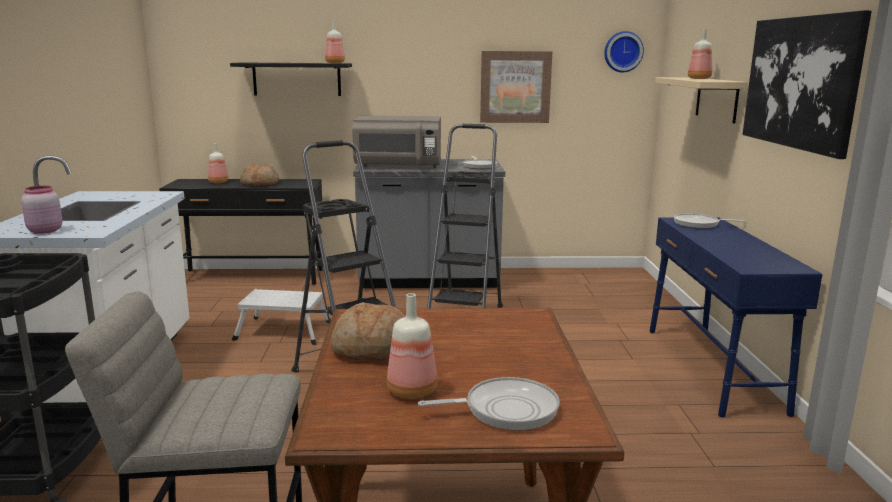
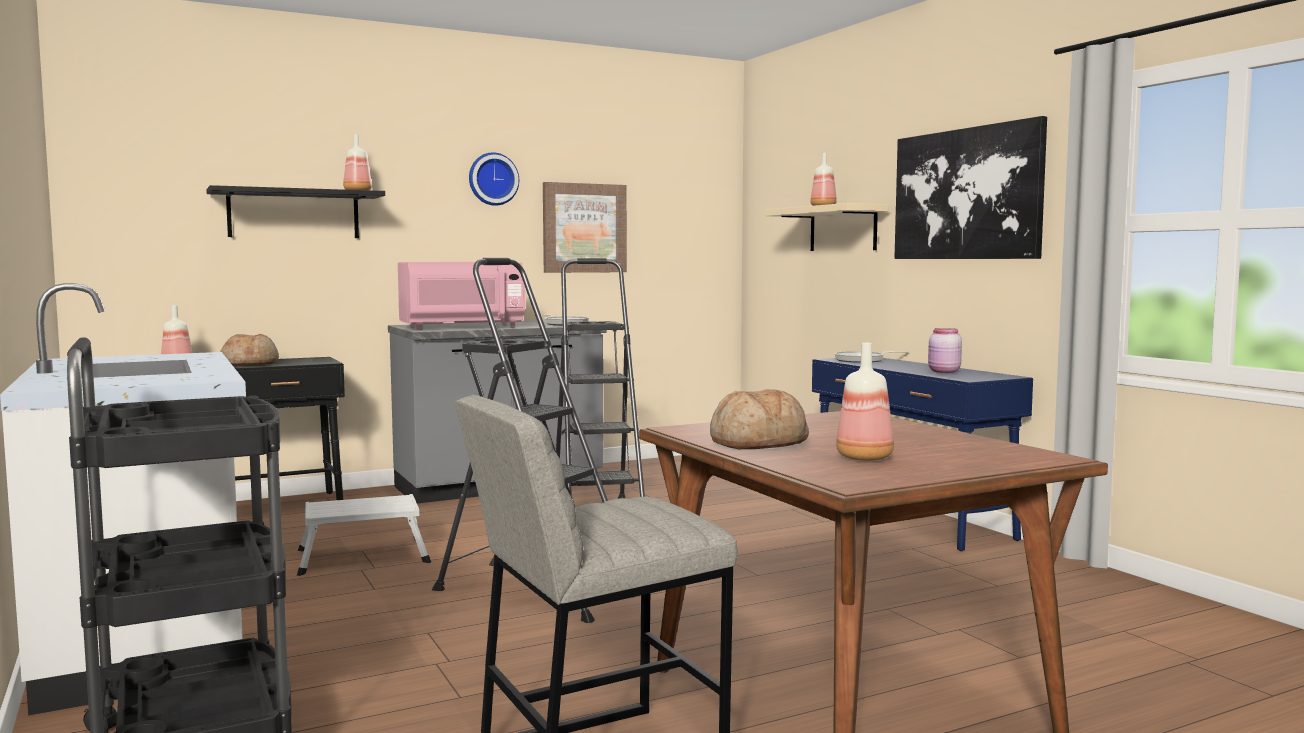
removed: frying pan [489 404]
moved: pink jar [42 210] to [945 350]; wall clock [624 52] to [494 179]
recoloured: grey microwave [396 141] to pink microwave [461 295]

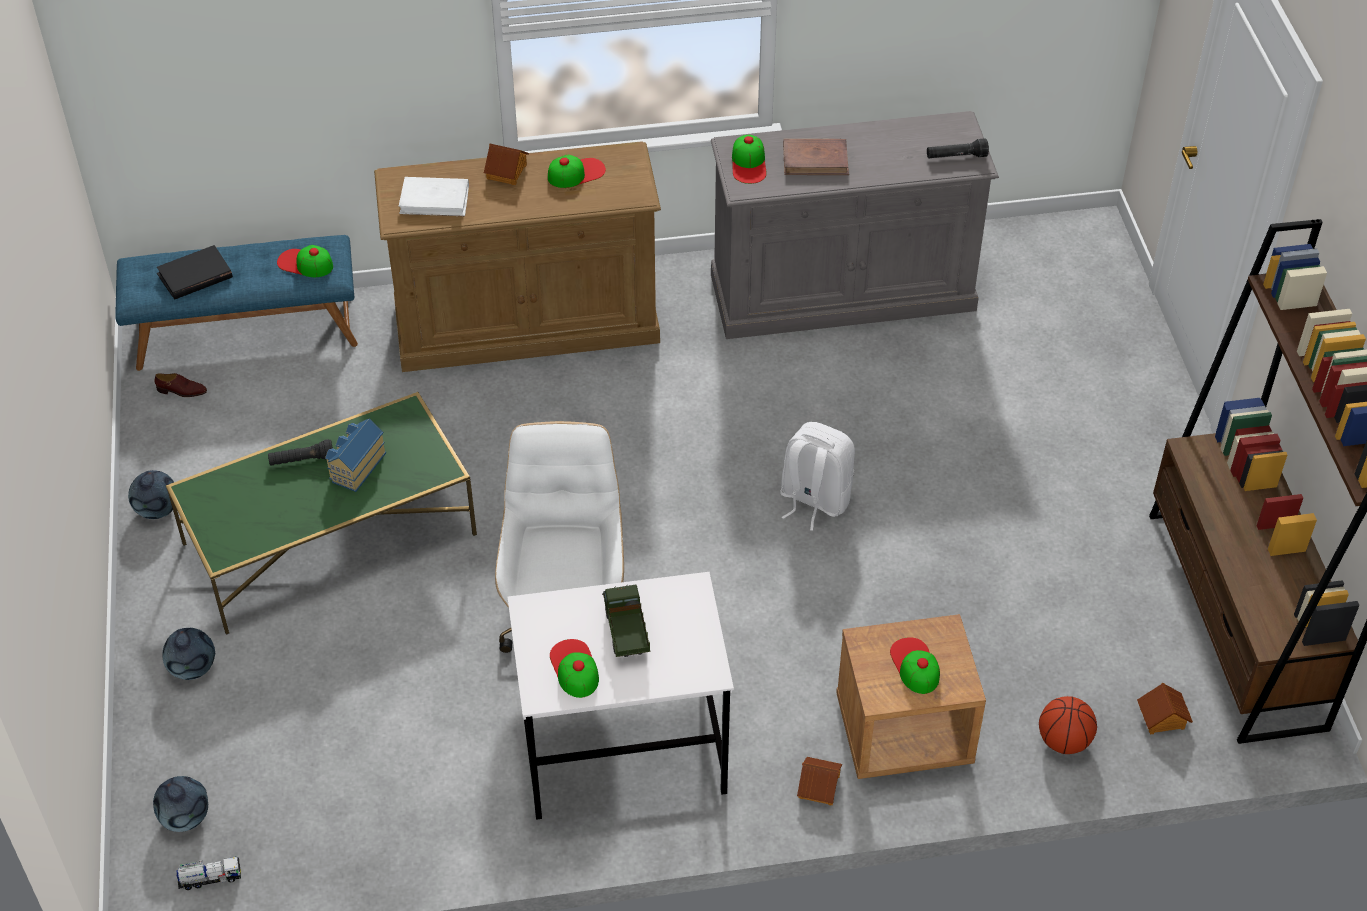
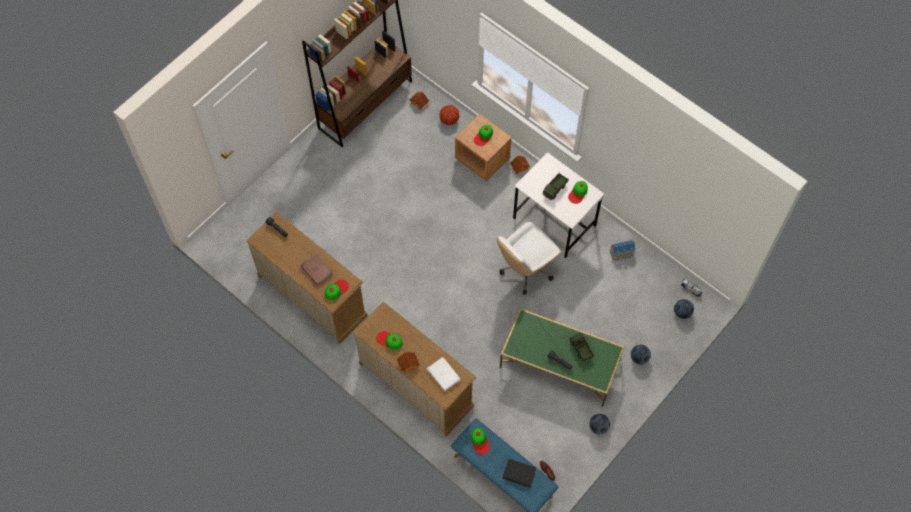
removed: white backpack [817 476]
added: toy truck [581 347]
moved: toy house [355 455] to [623 250]
recoloured: grey cabinet [855 225] to brown cabinet [306 278]

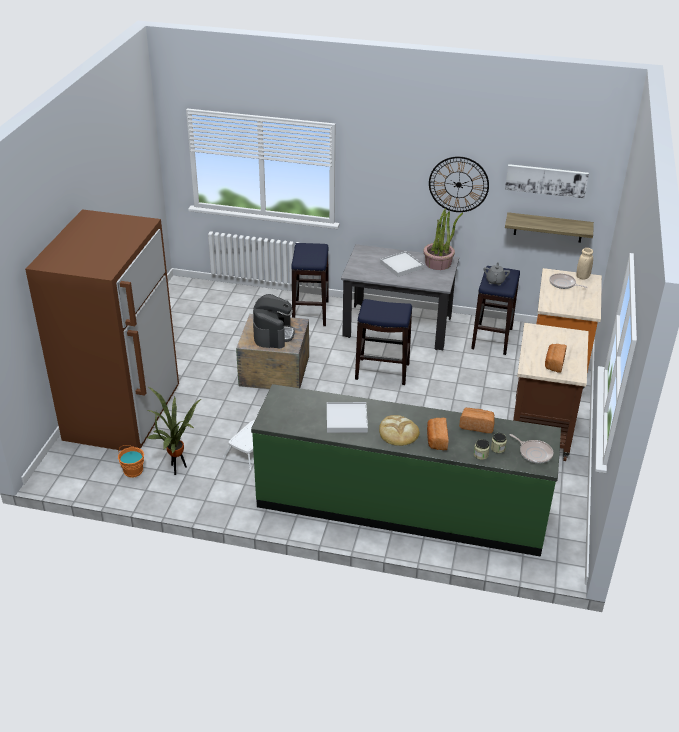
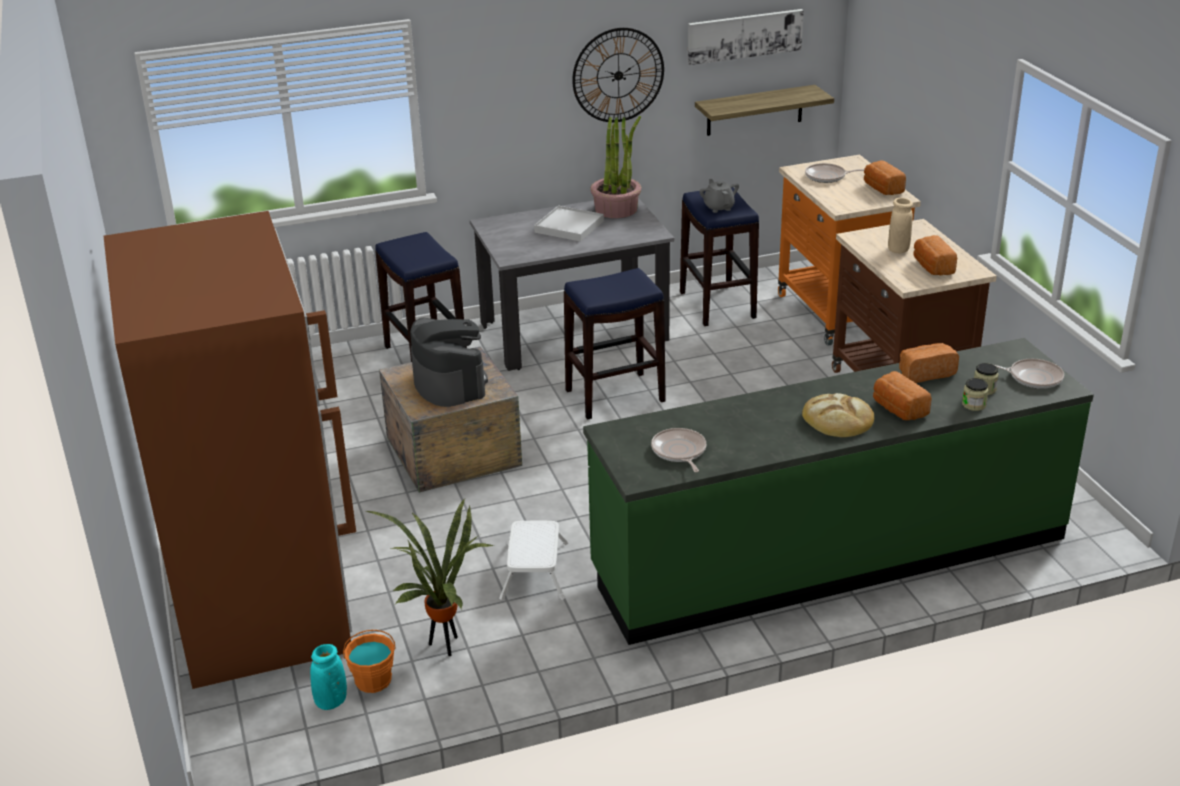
removed: white tray [347 417]
added: turquoise vase [328 677]; frying pan [678 450]; bread [885 177]
moved: beige vase [584 263] to [900 225]

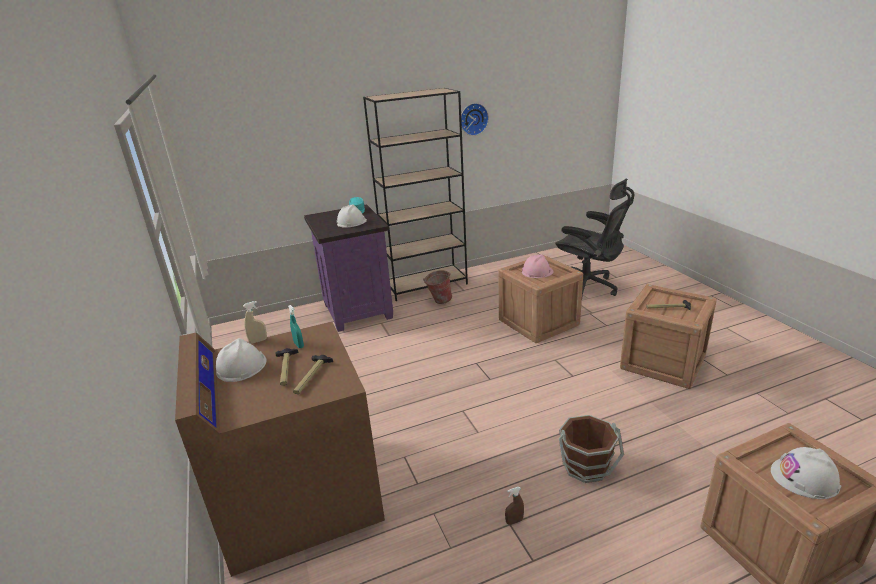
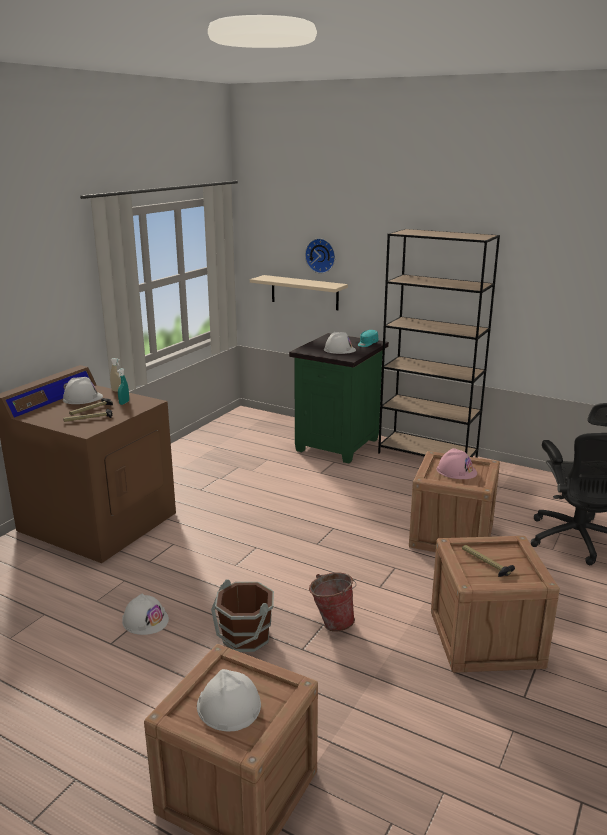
added: beige shelf [299 292]
moved: bucket [437 287] to [332 602]; wall clock [475 119] to [320 255]
replaced: brown spray bottle [514 506] to white hard hat [145 614]
recoloured: purple cabinet [348 268] to green cabinet [339 398]

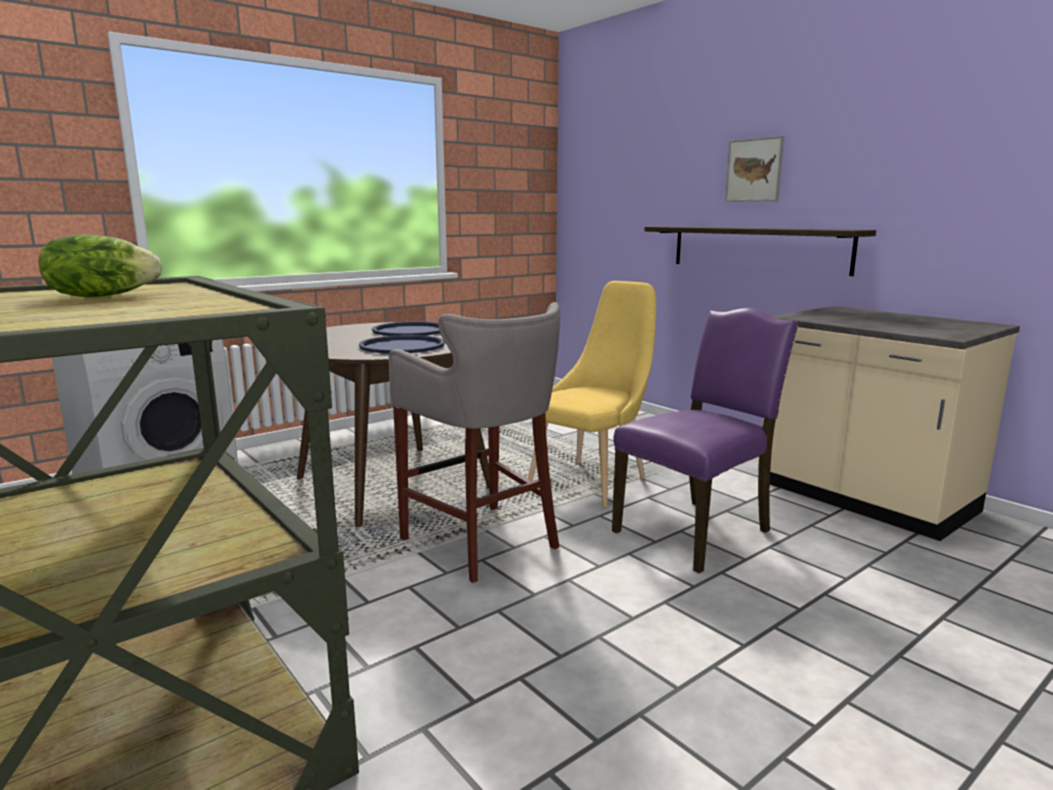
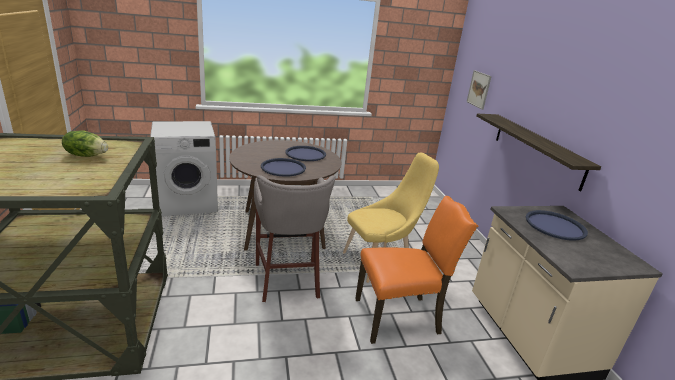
added: blue tray [557 225]
moved: picture [754 169] to [479 90]
recoloured: purple chair [705 440] to orange chair [416 270]

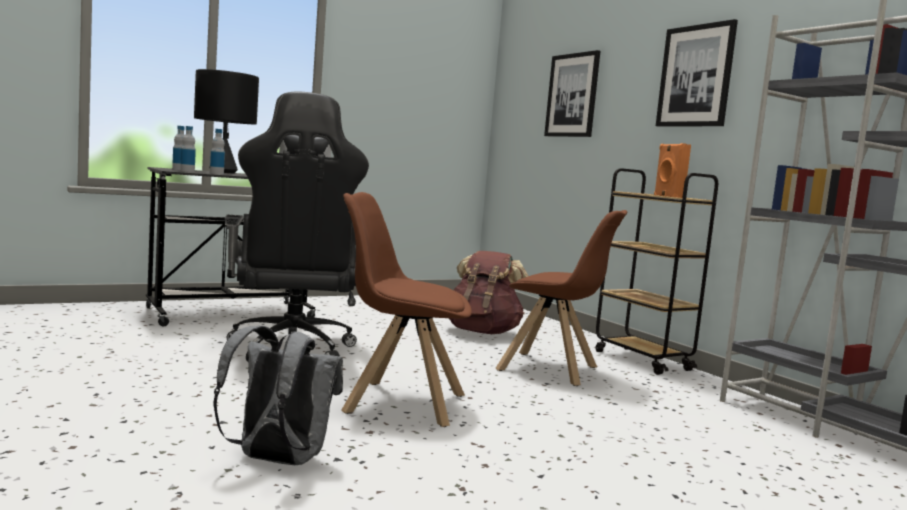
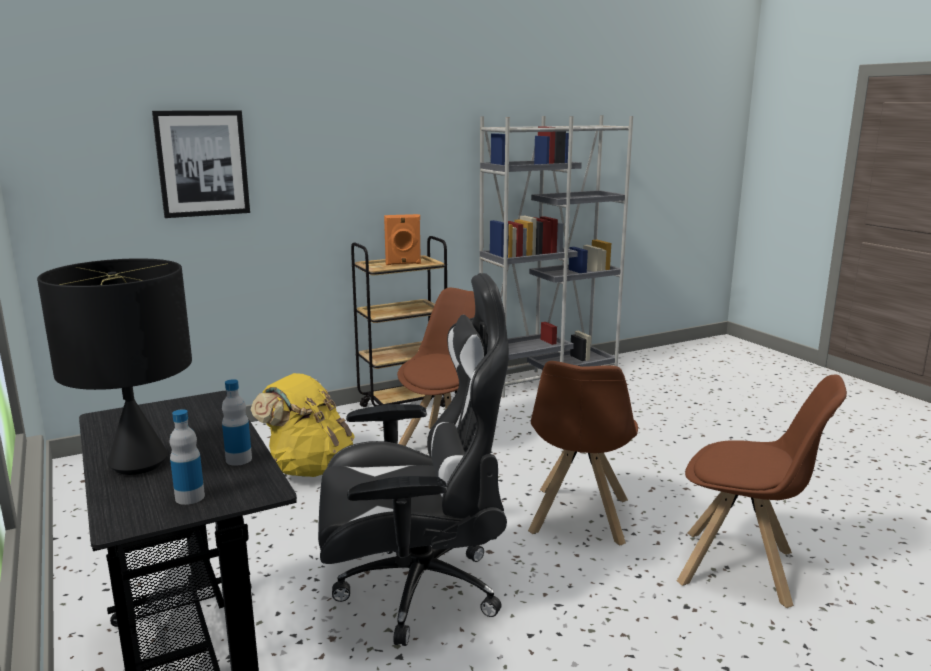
removed: bottle [188 149]; picture [697 73]
replaced: grey backpack [278 395] to brown chair [762 491]
recoloured: brown backpack [488 292] to yellow backpack [303 425]

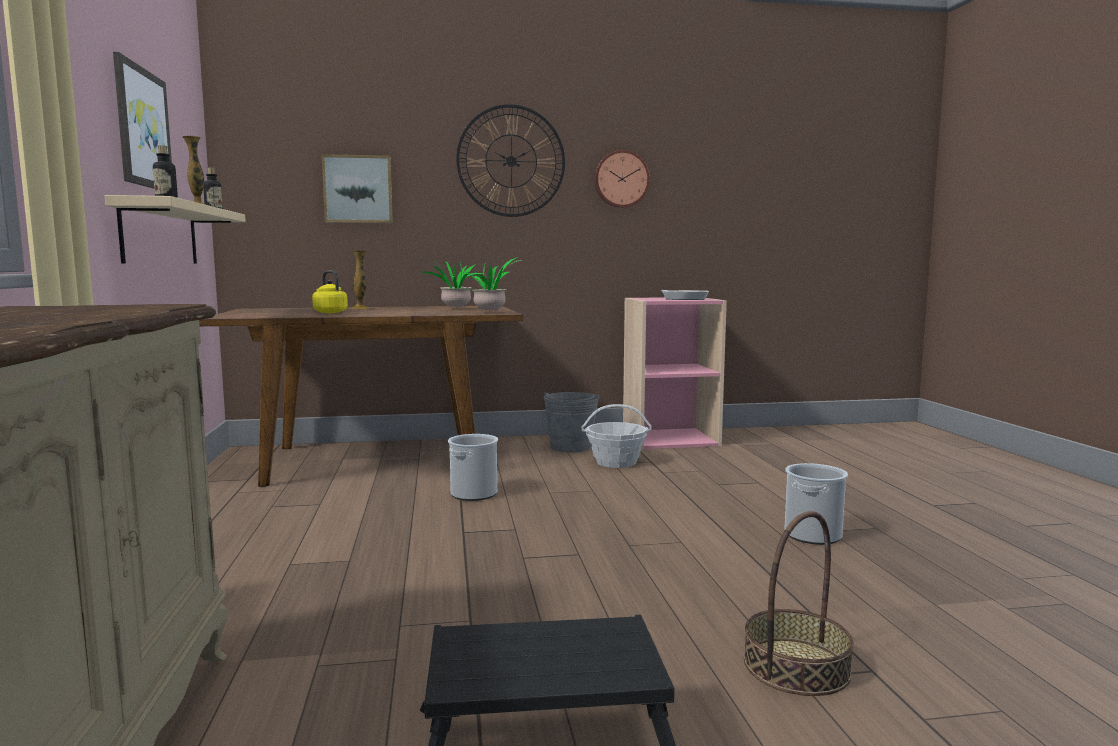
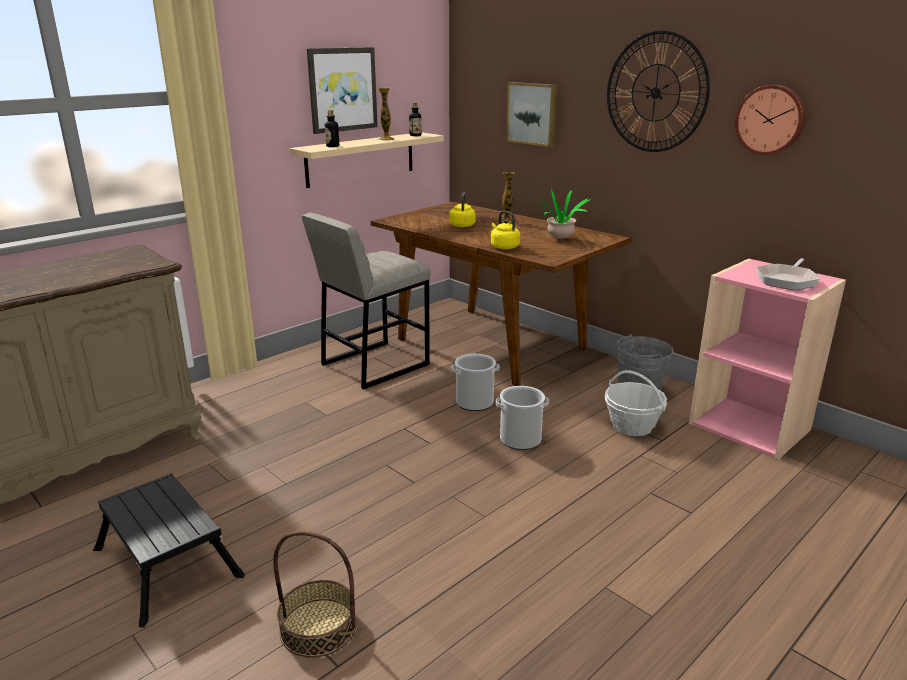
removed: potted plant [492 284]
added: grey chair [366 301]; yellow kettle [505 230]
moved: bucket [816 504] to [522 418]

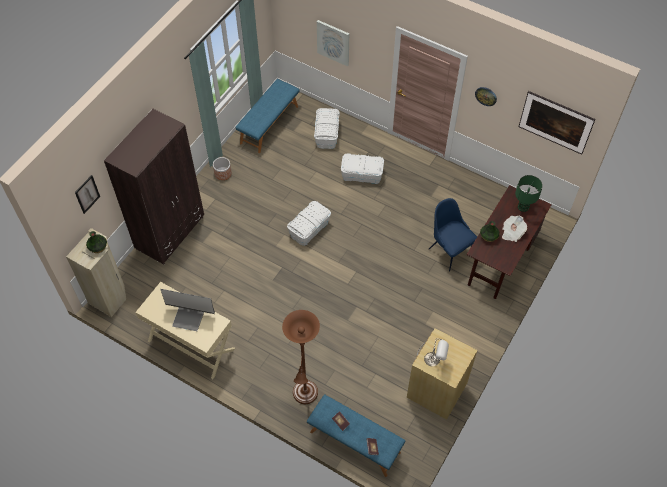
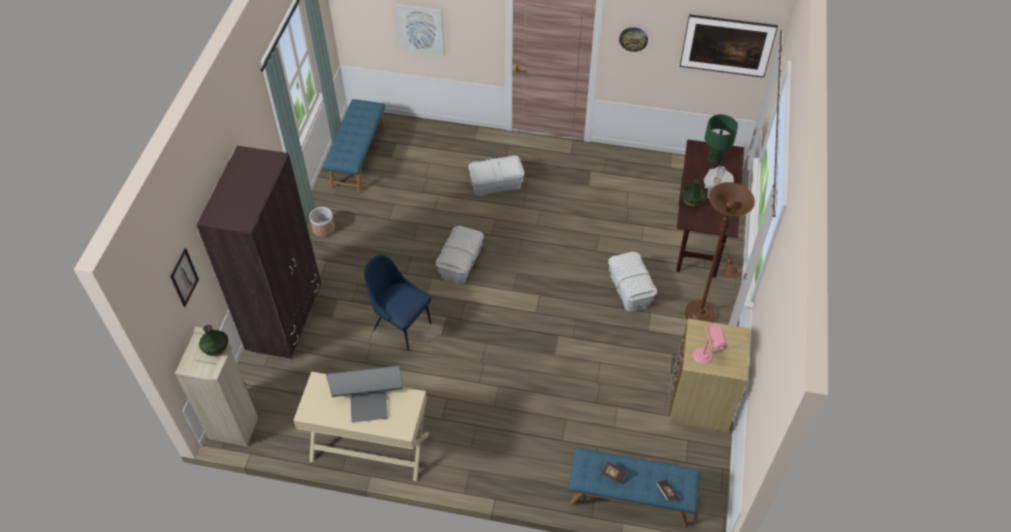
moved: brown floor lamp [301 357] to [720 252]; white storage box [327 128] to [632 282]; blue chair [453 235] to [398 302]
recoloured: white table lamp [436 352] to pink table lamp [710 344]

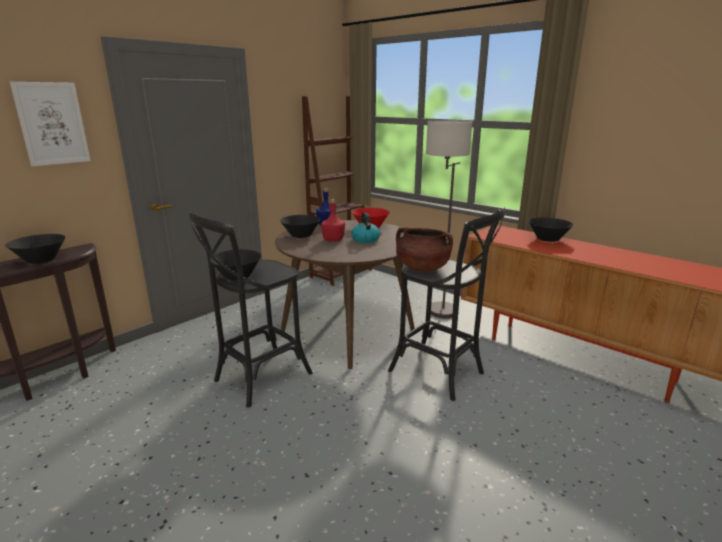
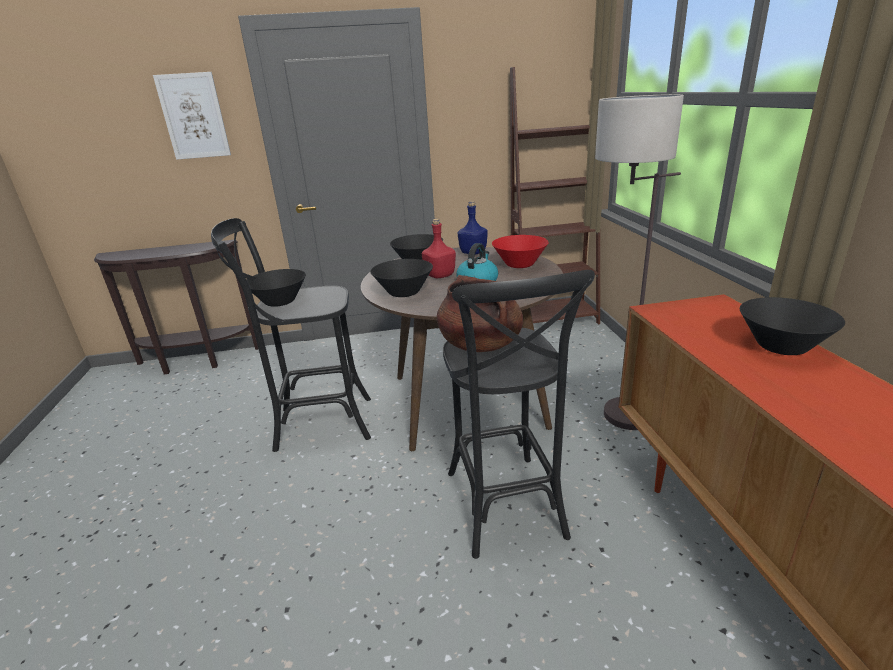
moved: black bowl [35 249] to [401 278]

